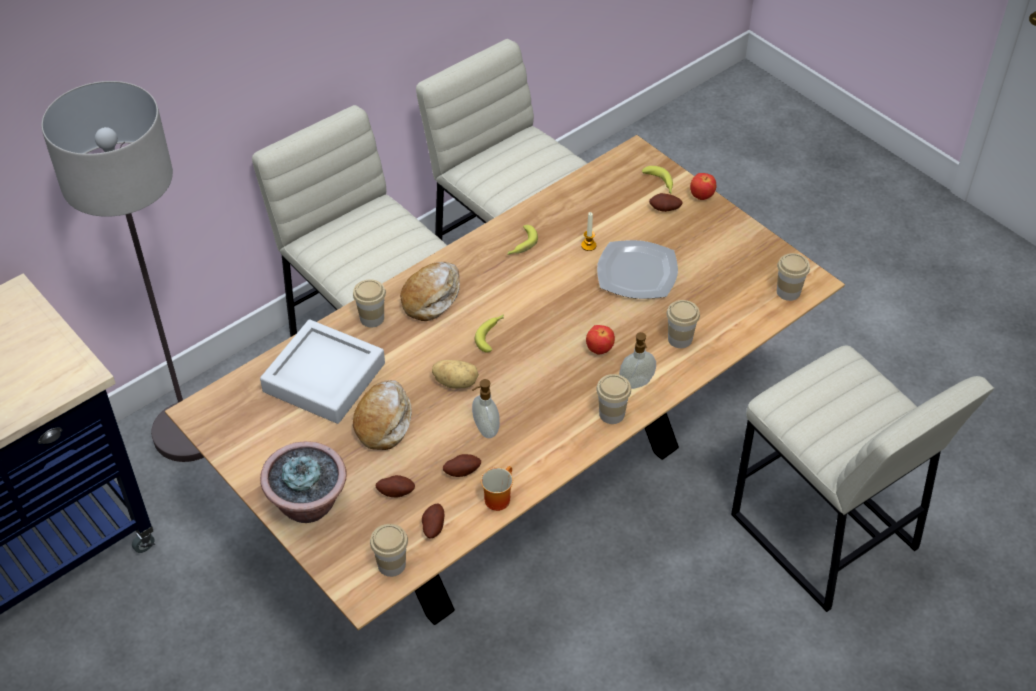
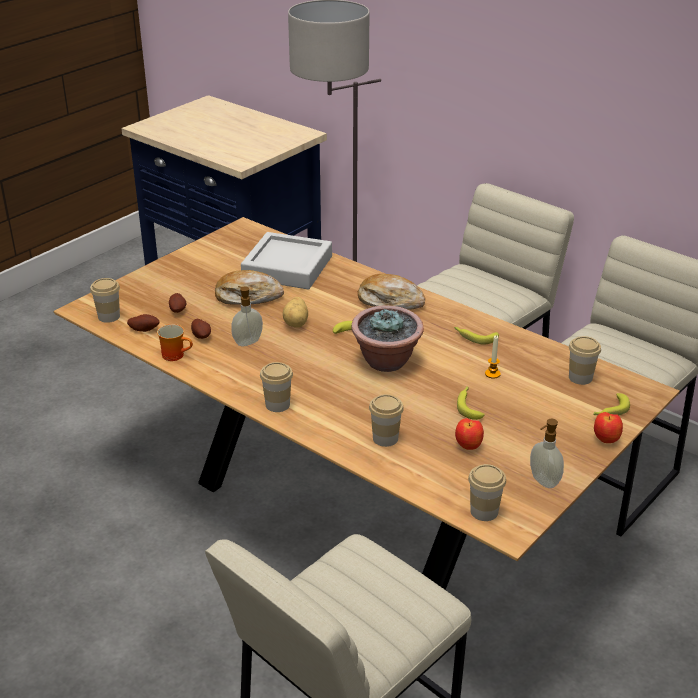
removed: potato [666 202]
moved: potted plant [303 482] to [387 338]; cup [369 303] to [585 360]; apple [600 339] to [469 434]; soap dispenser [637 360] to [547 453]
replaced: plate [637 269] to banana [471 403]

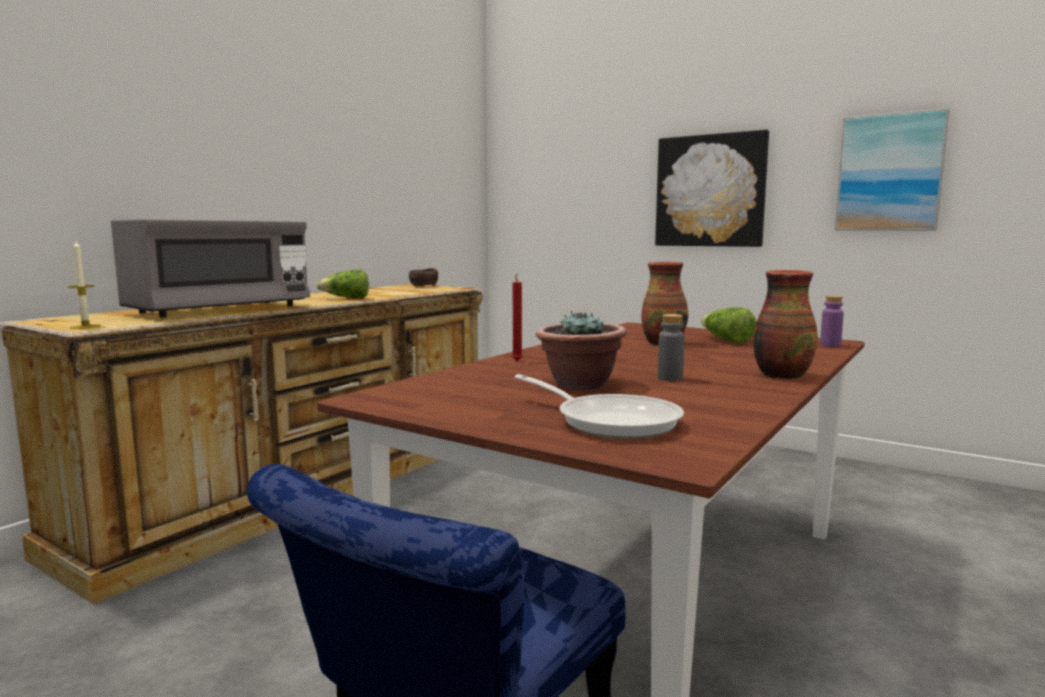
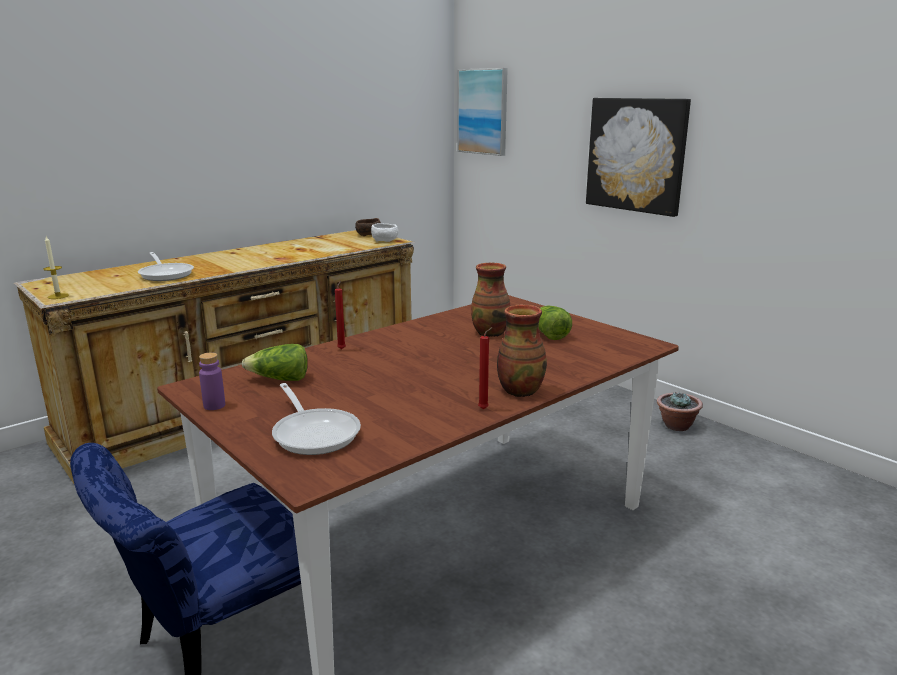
removed: grey bottle [671 347]
added: white bowl [384 232]; red candle [485 368]
moved: lettuce [342 284] to [275 362]; potted plant [581 350] to [680 411]; purple bottle [832 321] to [212 381]; picture [892 169] to [482 112]
replaced: grey microwave [210 268] to frying pan [166 266]

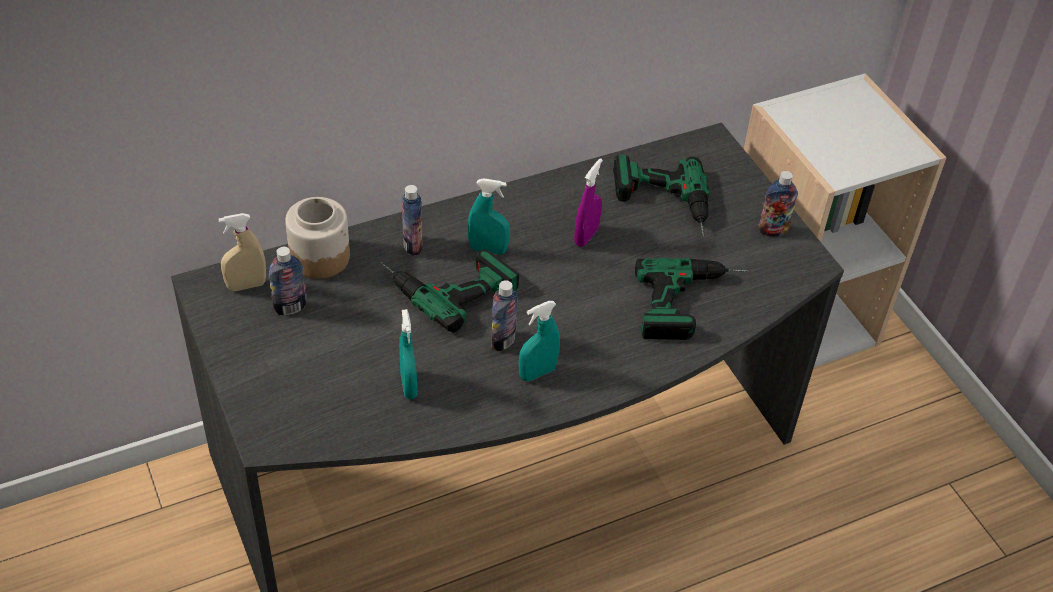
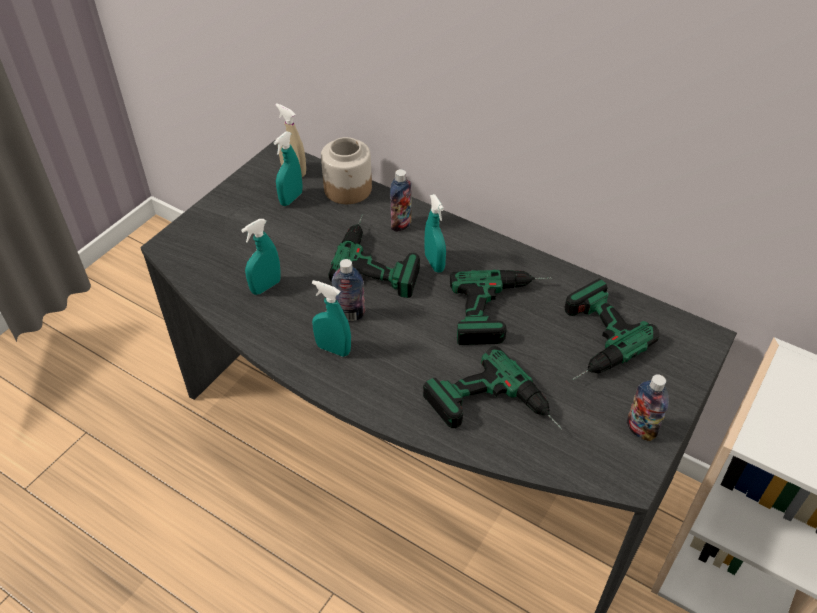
replaced: bottle [288 281] to turquoise spray bottle [287 168]; purple spray bottle [588 202] to power drill [501 307]

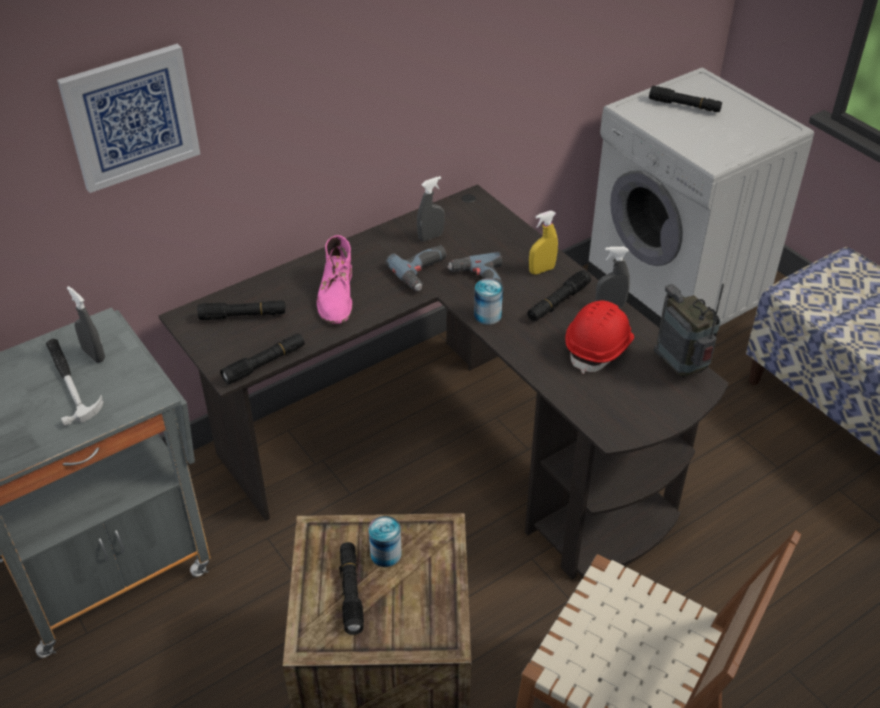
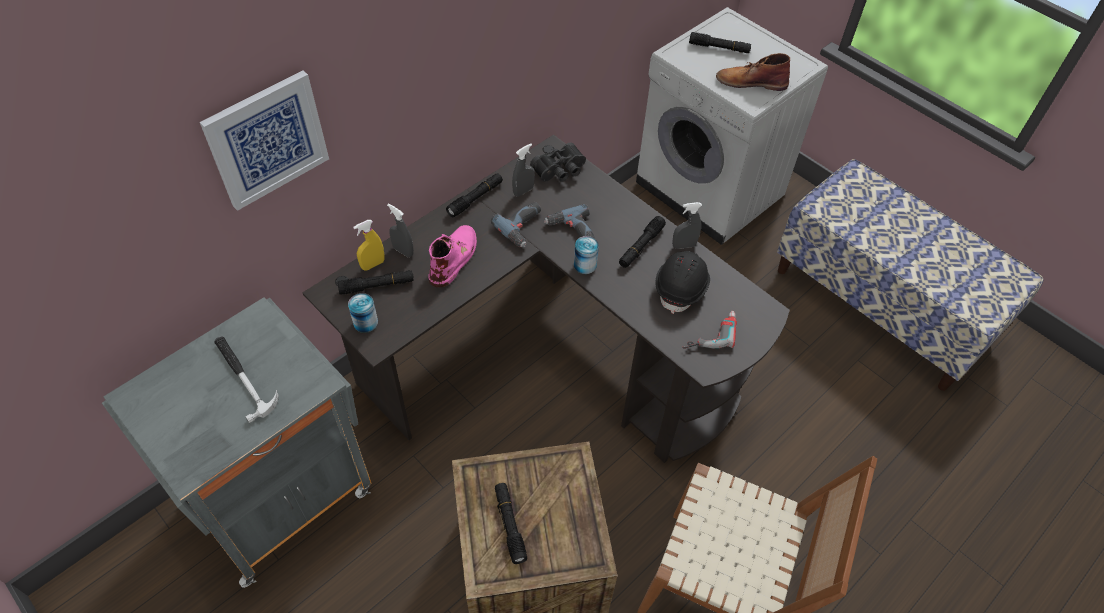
removed: radio [689 330]
added: black binoculars [558 162]; power drill [709 329]; brown boot [753 72]
moved: grey spray bottle [86 324] to [400 230]; black flashlight [262 359] to [474 195]; can [385 541] to [363 313]; yellow spray bottle [543 242] to [369 245]
recoloured: red hard hat [599 337] to black hard hat [683 282]
turned: pink boot [335 279] = [452 256] 150 degrees counterclockwise

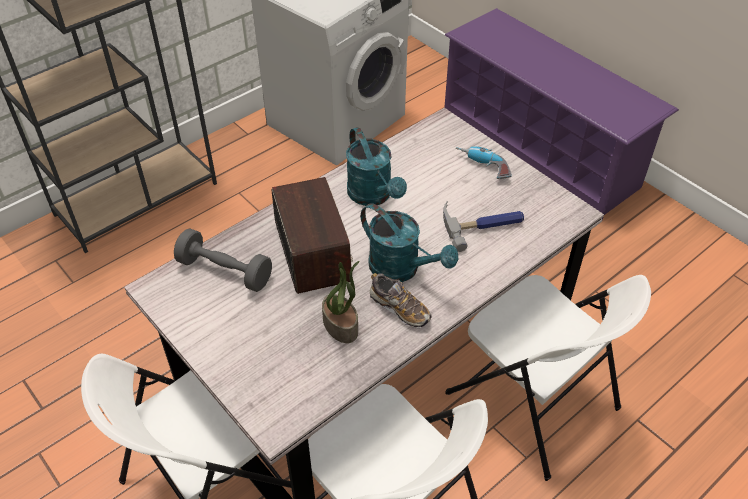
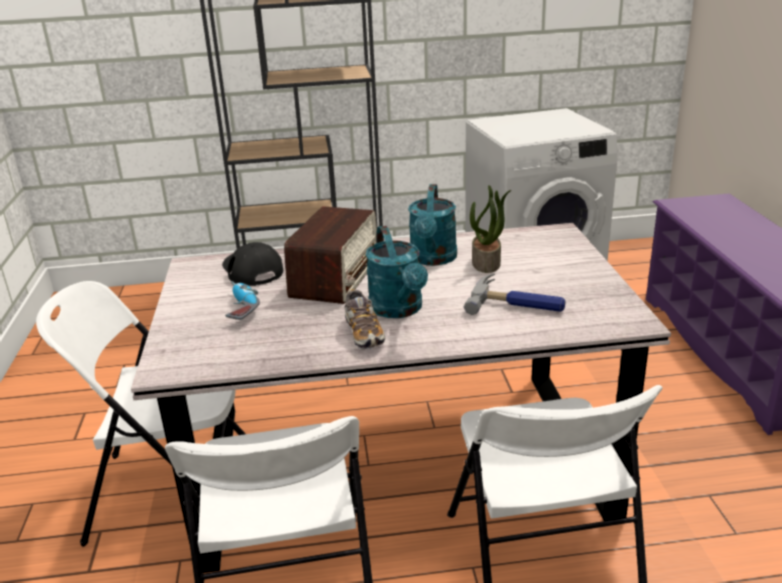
moved: potted plant [340 302] to [490 229]; power drill [484 162] to [242 300]
replaced: grey dumbbell [223 260] to black cap [252 264]

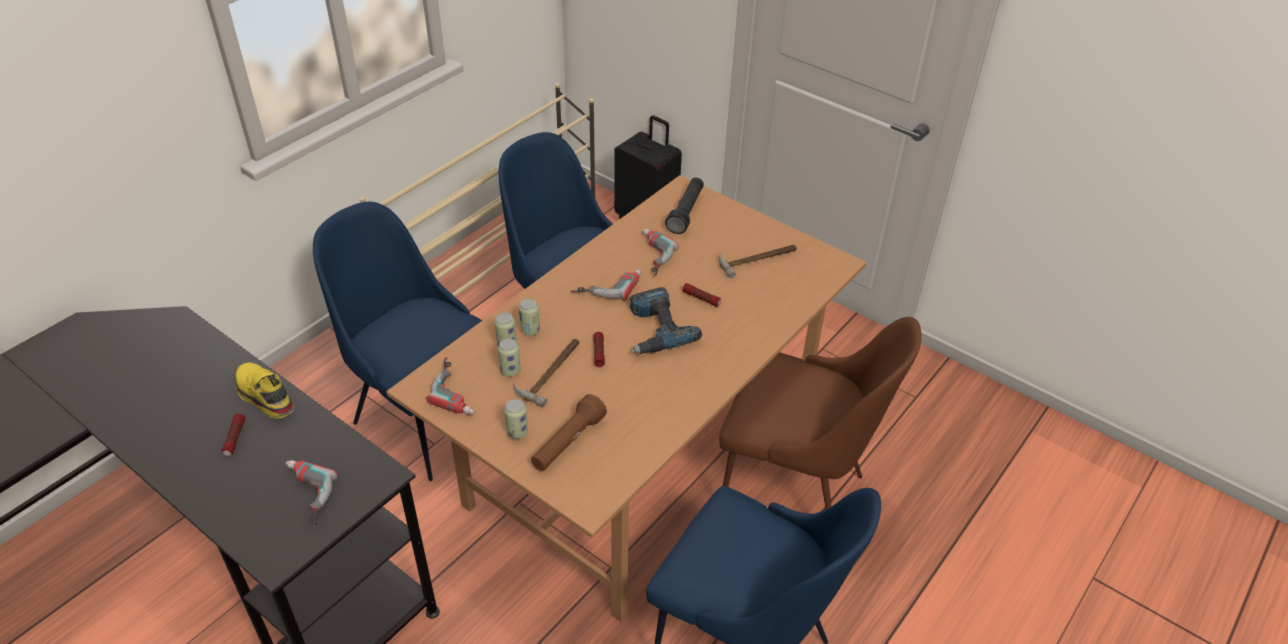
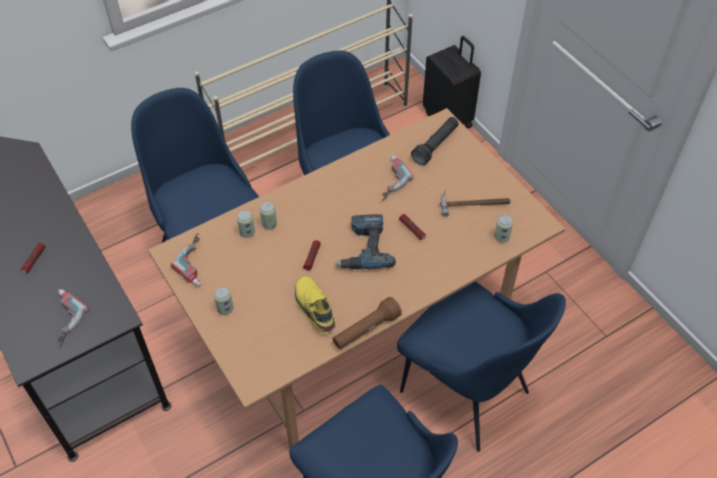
removed: hammer [546 373]; power drill [606 285]
moved: yellow shoe [264 390] to [315 305]; can [509 357] to [503 228]; brown flashlight [569 432] to [367 323]
recoloured: brown chair [820 413] to blue chair [481 367]

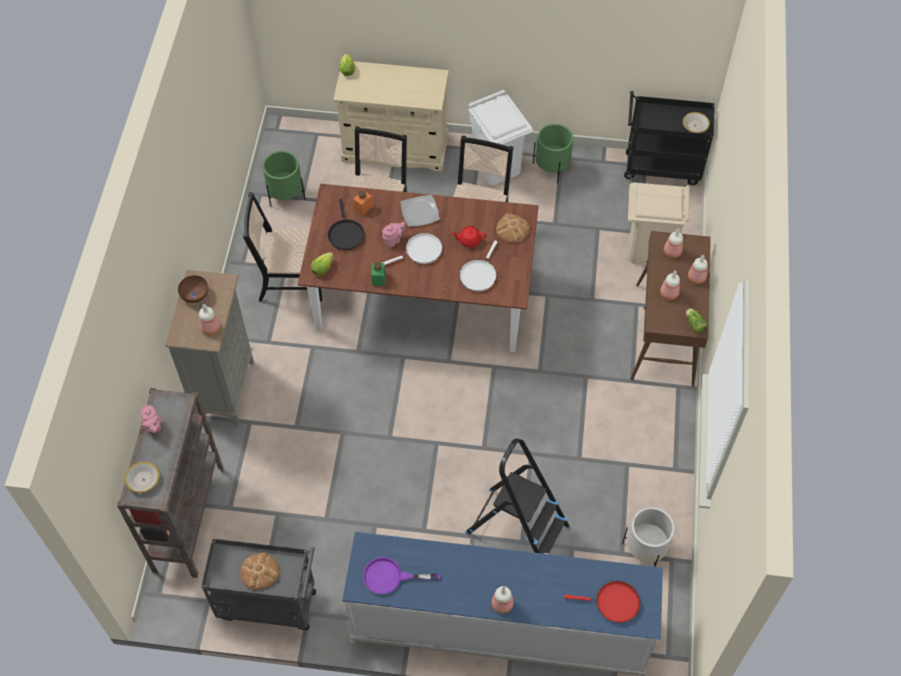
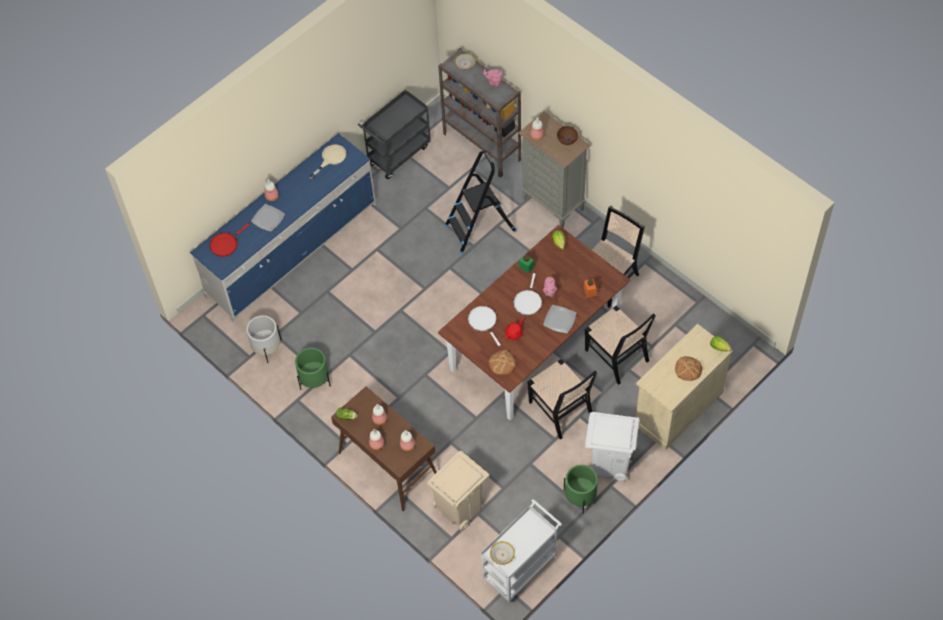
removed: black frying pan [346 224]
added: plate [268 218]
moved: bread [259 571] to [688 368]; green planter [284 179] to [312 369]; black step ladder [518 496] to [481 202]
recoloured: purple frying pan [401 575] to beige frying pan [327 161]; black cart [669 138] to white cart [521 550]

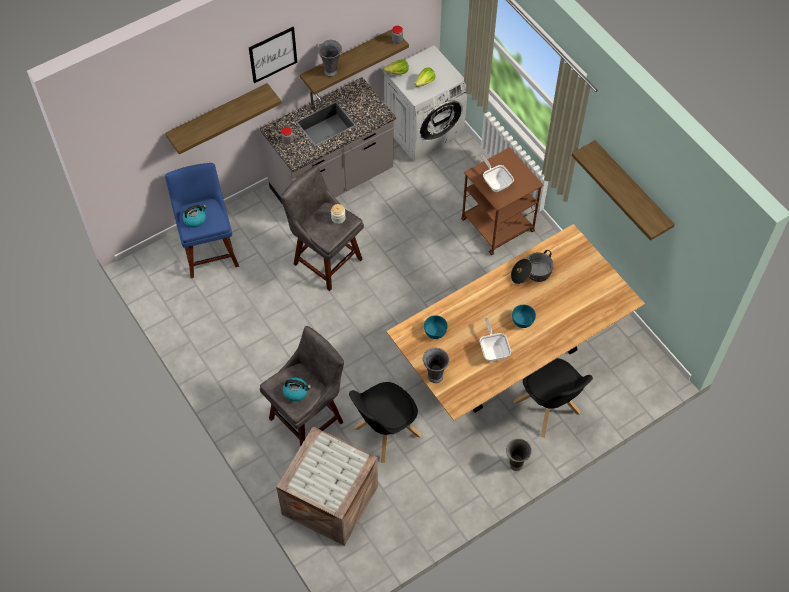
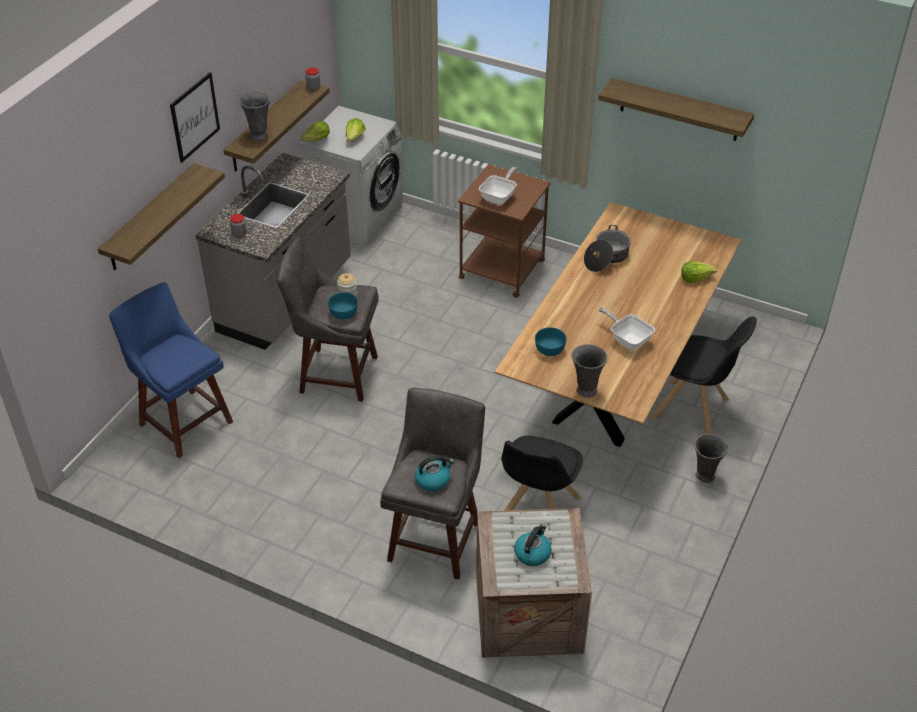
added: lettuce [699 272]
moved: kettle [194 216] to [533 545]; turquoise bowl [524 316] to [343 306]
turned: frying pan [497 174] = [498 186] 90 degrees clockwise

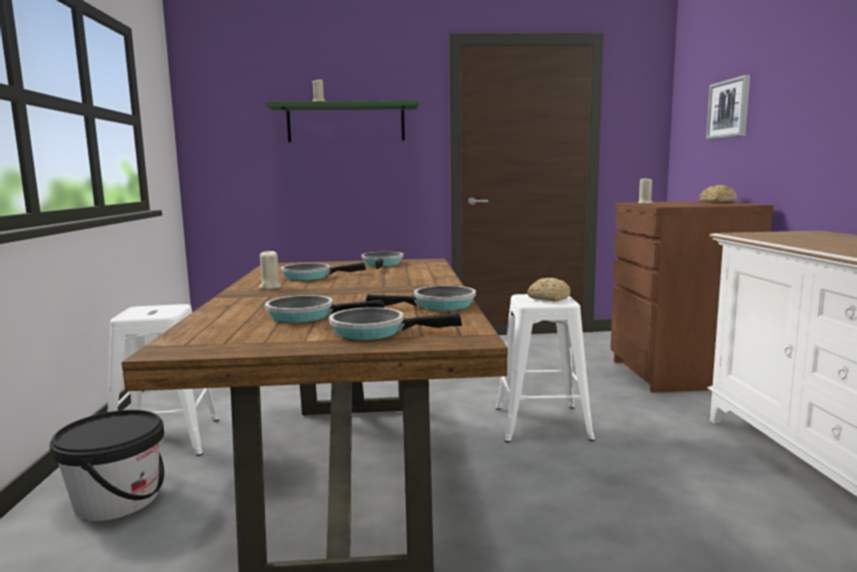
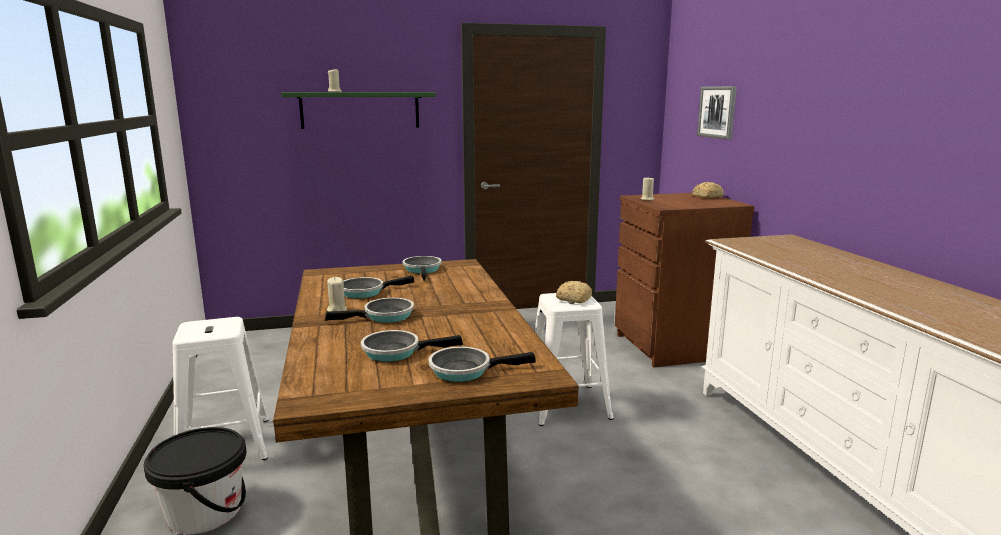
moved: frying pan [421 298] to [369 310]

